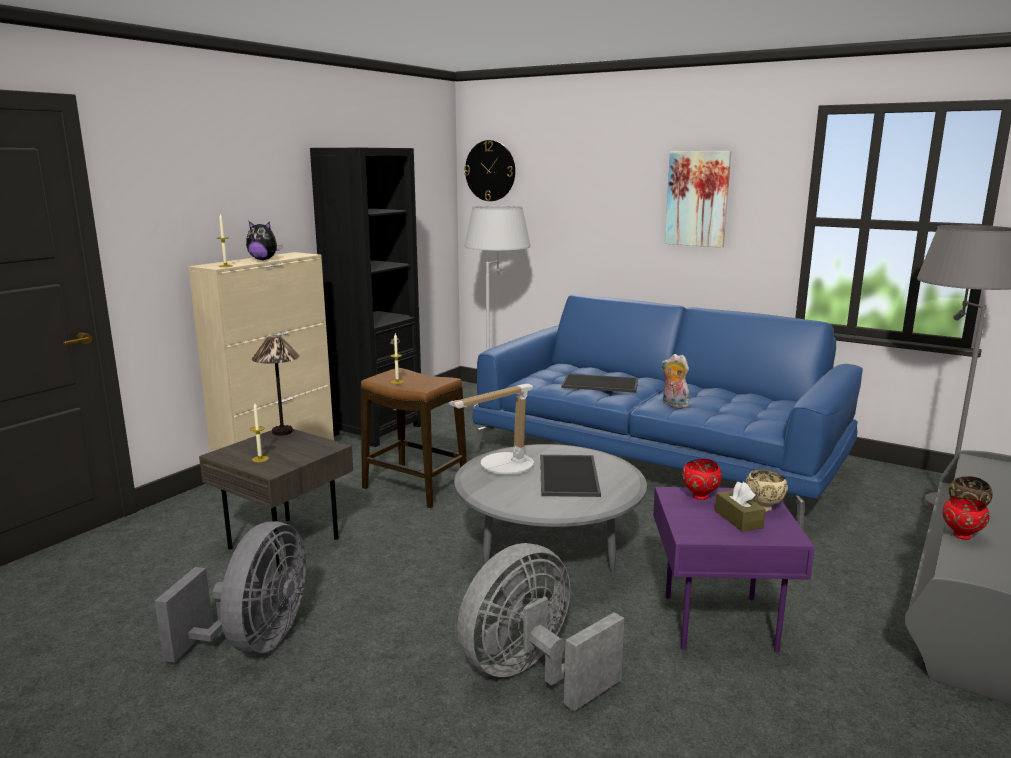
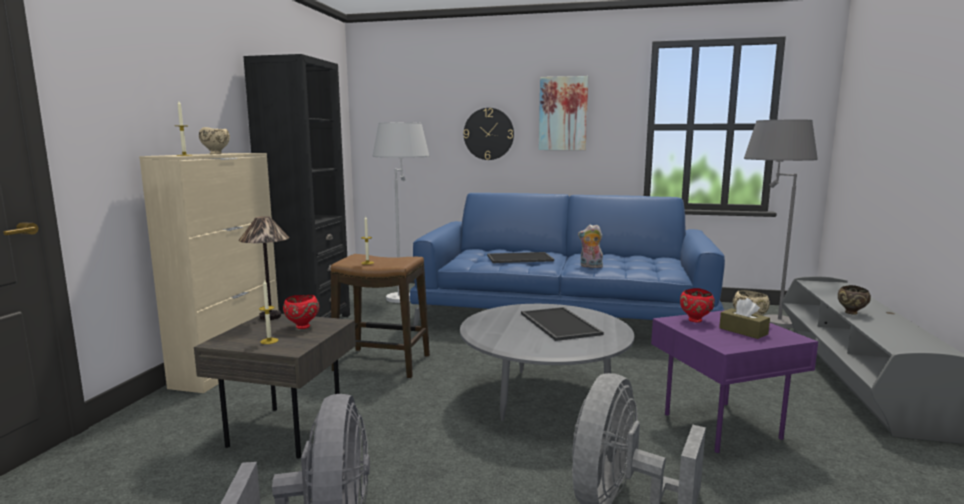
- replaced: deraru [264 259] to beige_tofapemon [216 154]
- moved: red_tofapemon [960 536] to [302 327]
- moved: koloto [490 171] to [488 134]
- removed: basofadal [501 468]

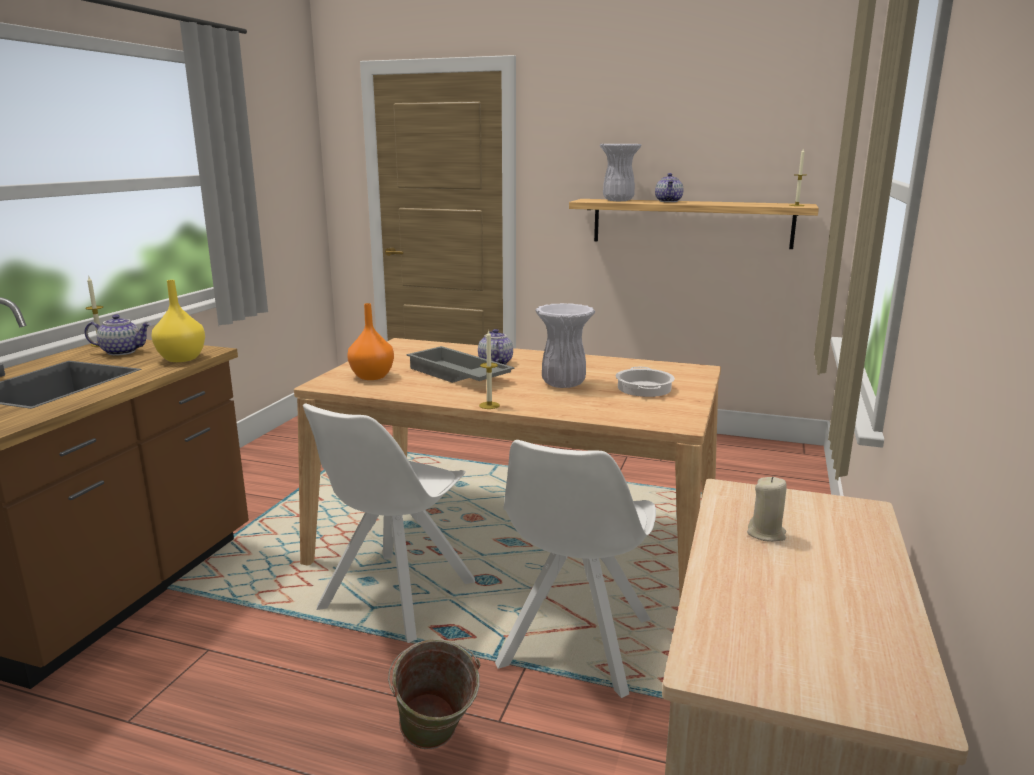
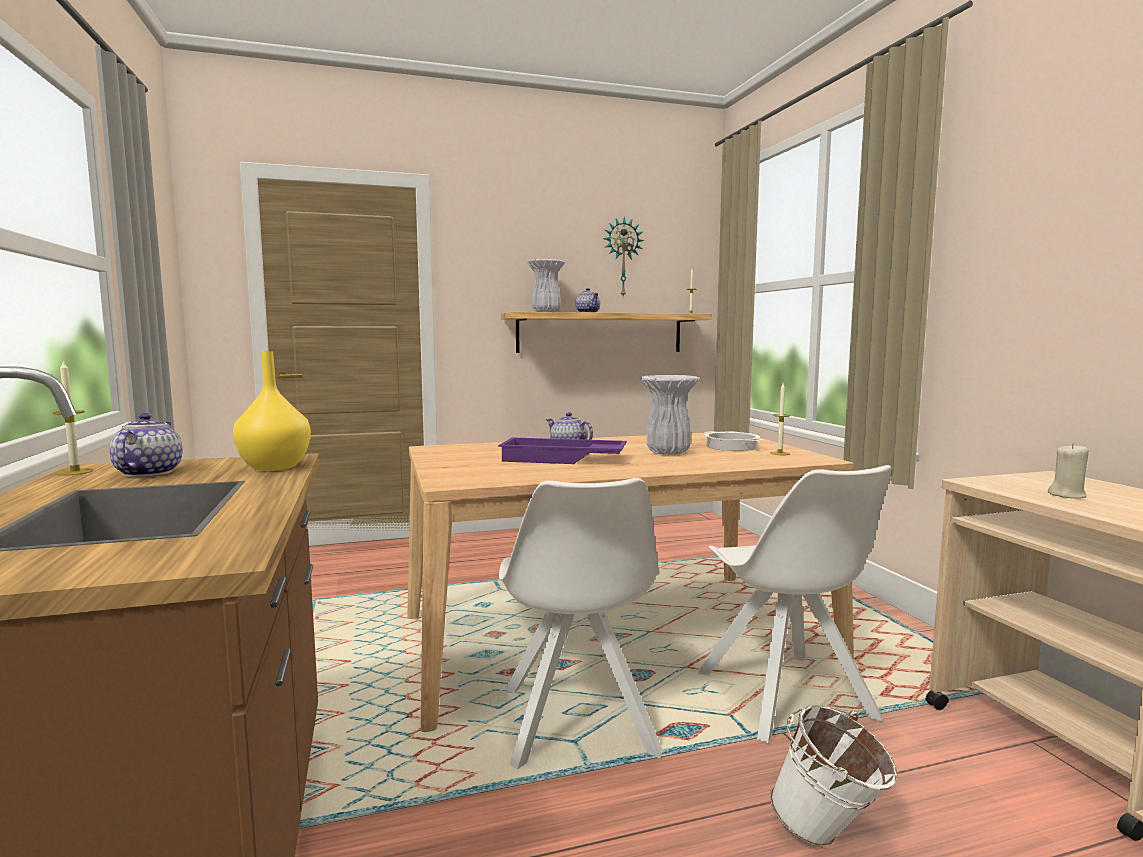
- turned: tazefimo [122 351] = [147 473] 60 degrees counterclockwise
- recoloured: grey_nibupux [457 375] to purple_nibupux [562 459]
- added: koloto [622 258]
- moved: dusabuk [489 405] to [779 453]
- recoloured: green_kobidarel [435 745] to white_kobidarel [829 836]
- removed: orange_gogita [373 376]

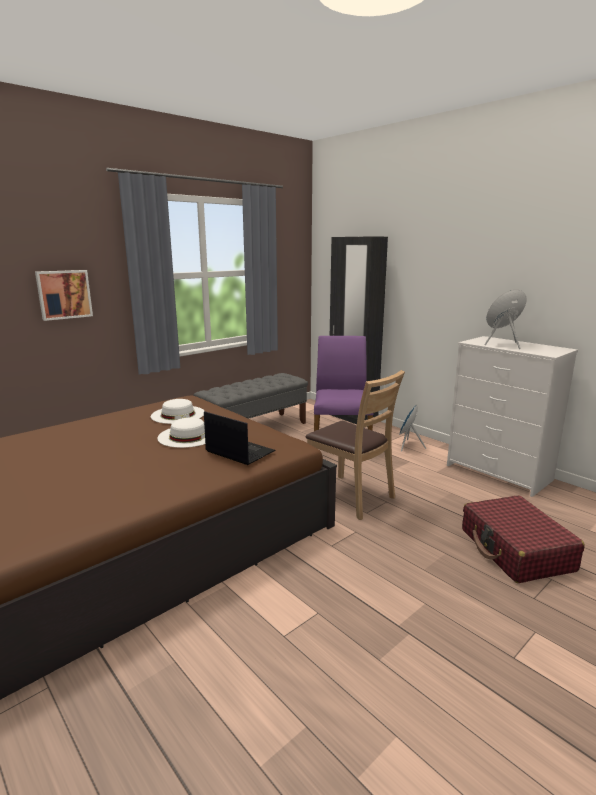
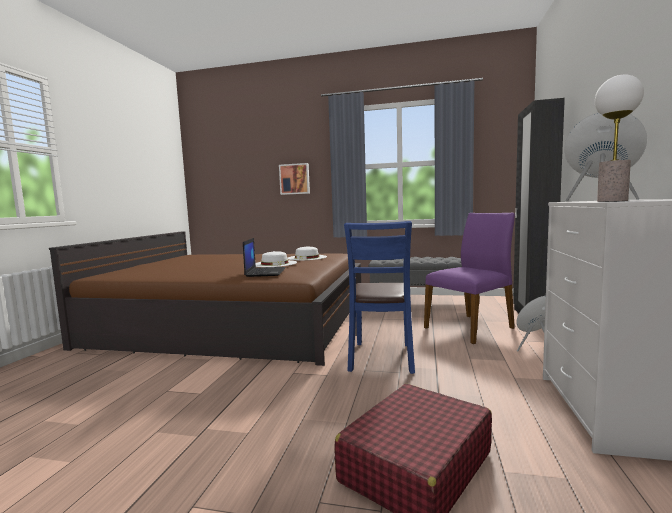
- recoloured: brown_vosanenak [351 496] to blue_vosanenak [381 357]
- added: basofadal [612 201]

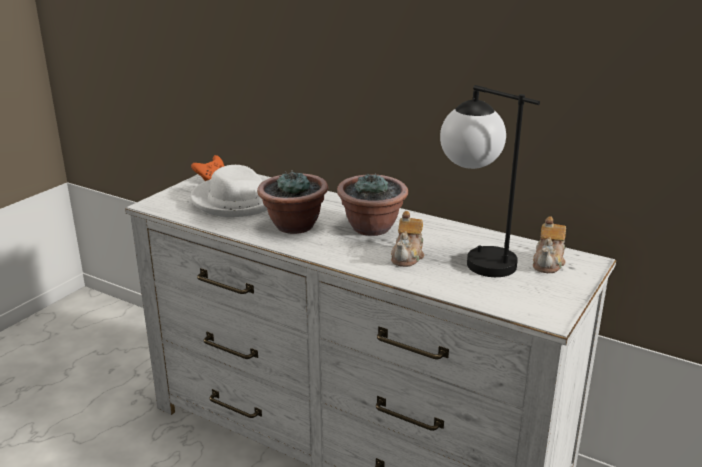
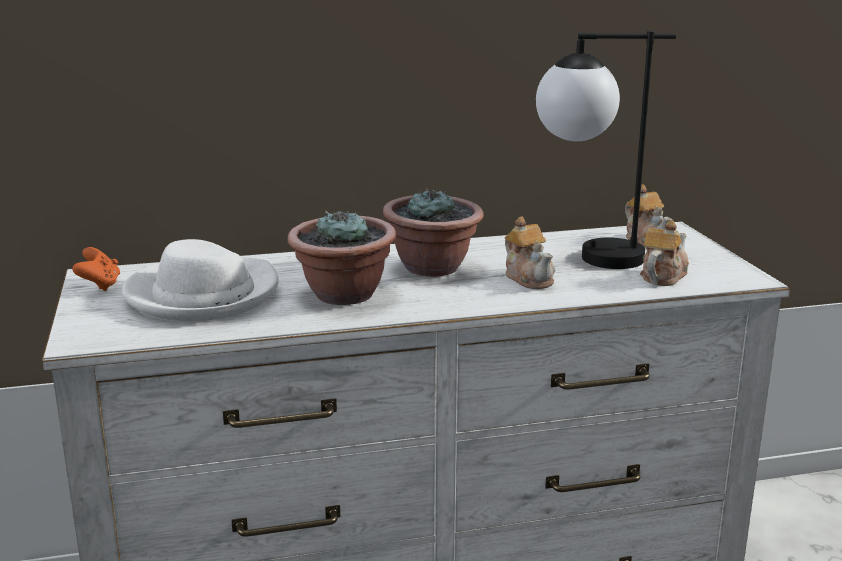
- added: tazefimo [662 276]

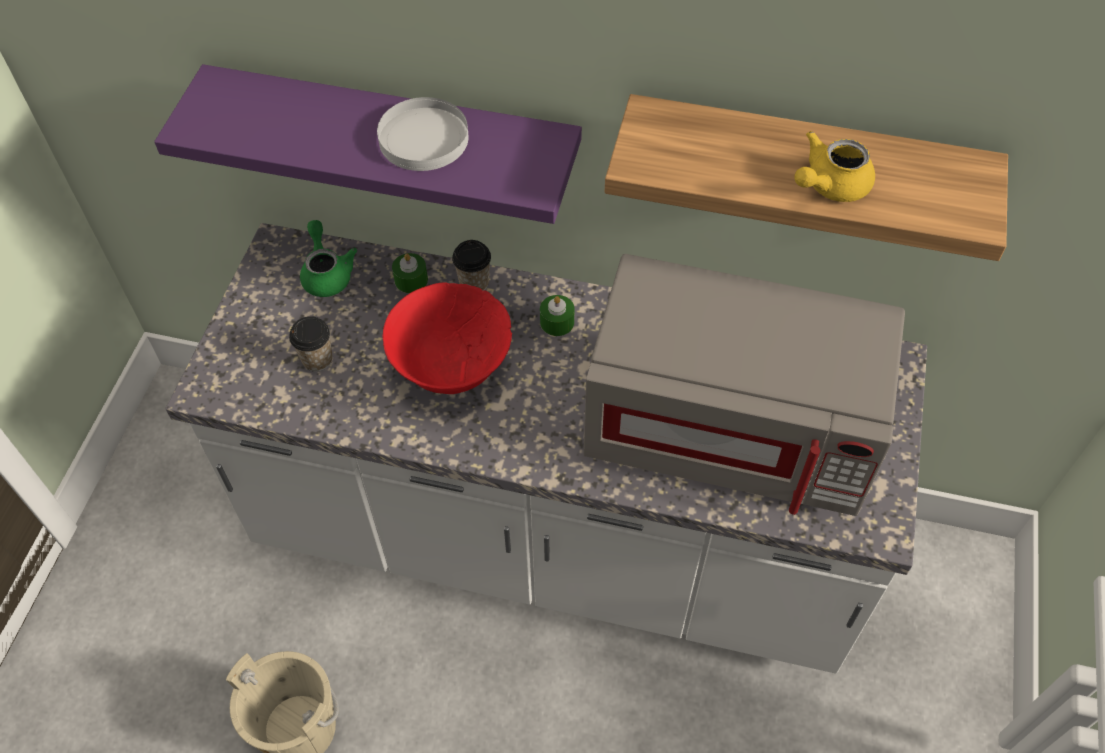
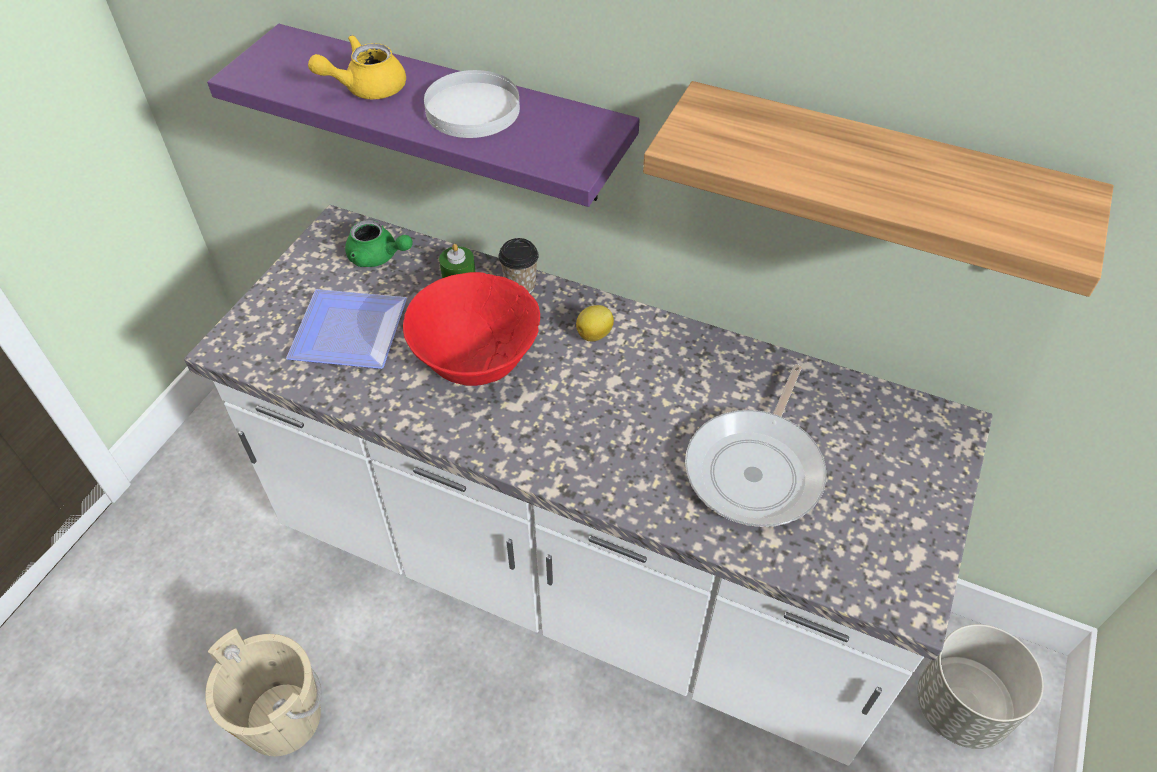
- replaced: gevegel [317 359] to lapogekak [345 334]
- moved: yellow_tazefimo [829 186] to [366 88]
- turned: green_tazefimo [327 273] = [378 257] 120 degrees clockwise
- replaced: green_dusabuk [557 322] to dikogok [595 334]
- replaced: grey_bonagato [730 429] to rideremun [757 468]
- added: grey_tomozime [961 707]

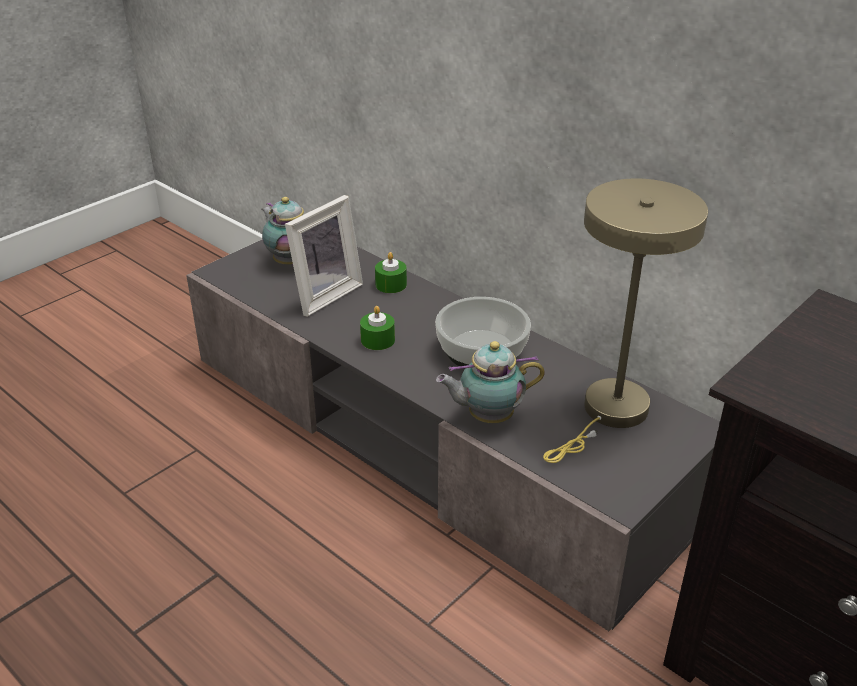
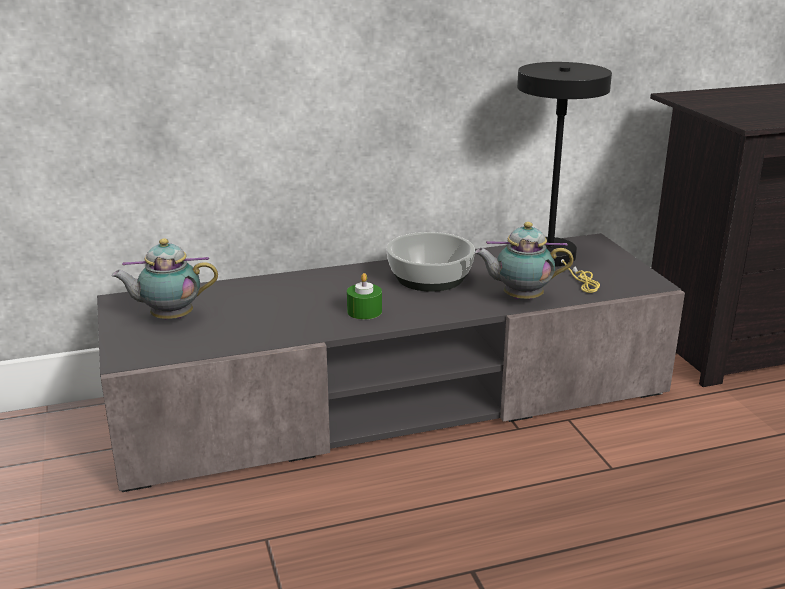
- turned: tazefimo [487 417] = [519 298] 75 degrees clockwise
- recoloured: beige_basofadal [609 414] to black_basofadal [555 260]
- removed: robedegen [323 294]
- removed: green_dusabuk [391 285]

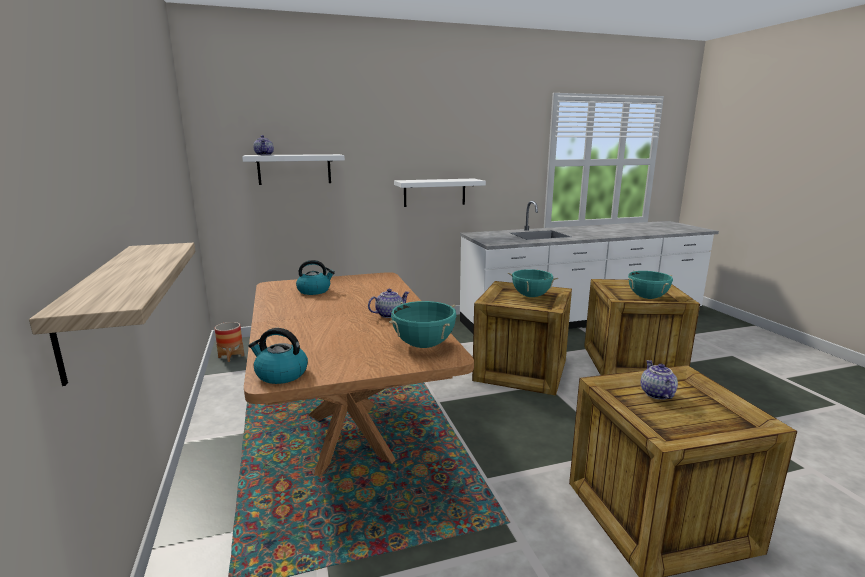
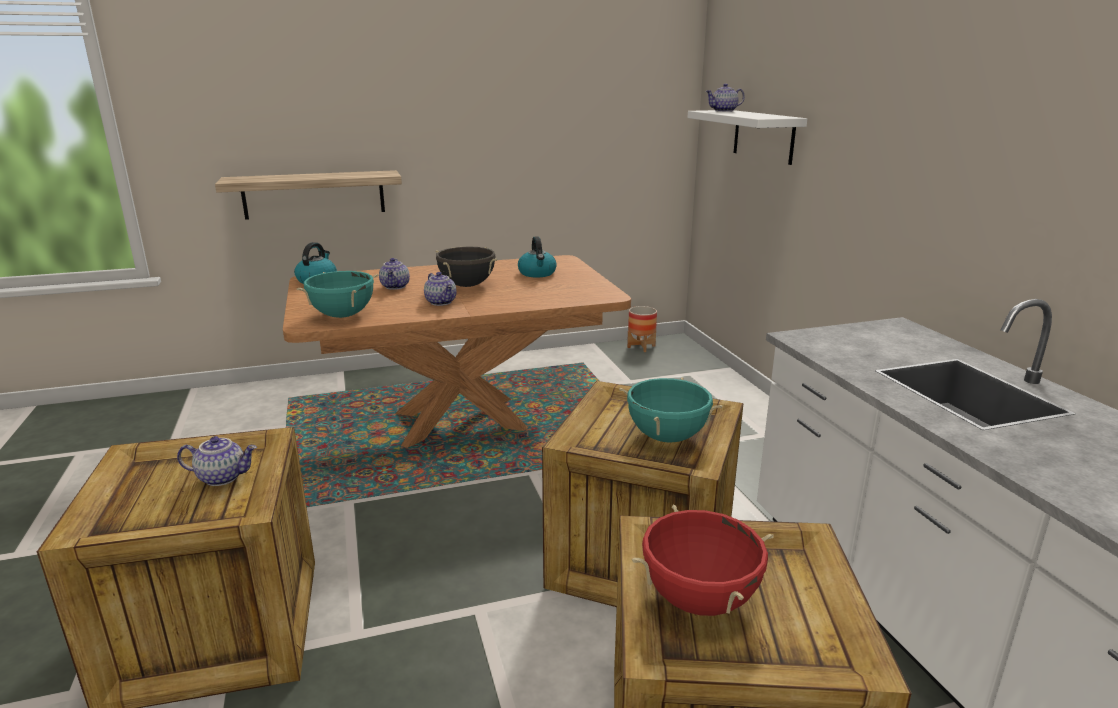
- added: tazefimo [396 287]
- added: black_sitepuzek [467 285]
- recoloured: turquoise_sitepuzek [647 297] to red_sitepuzek [699 599]
- removed: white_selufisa [434 192]

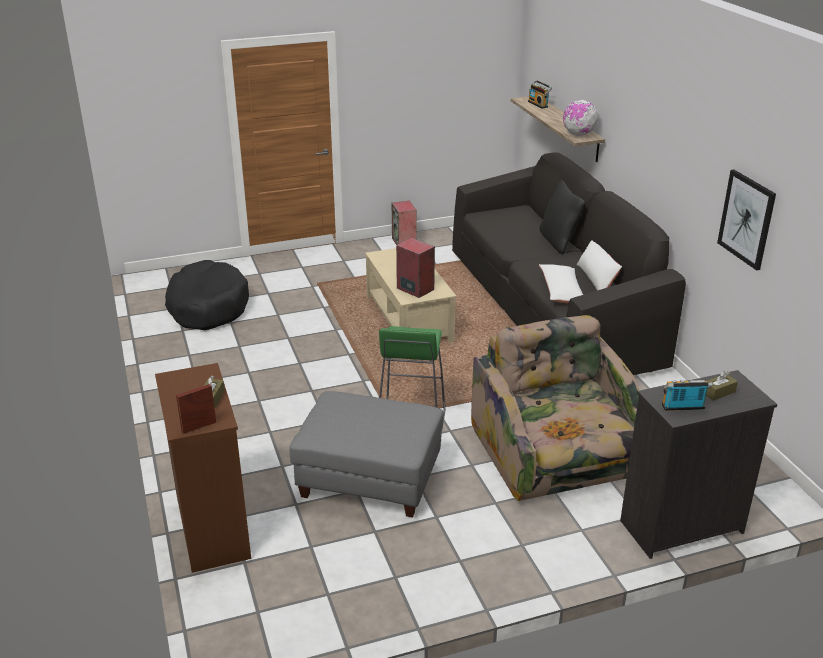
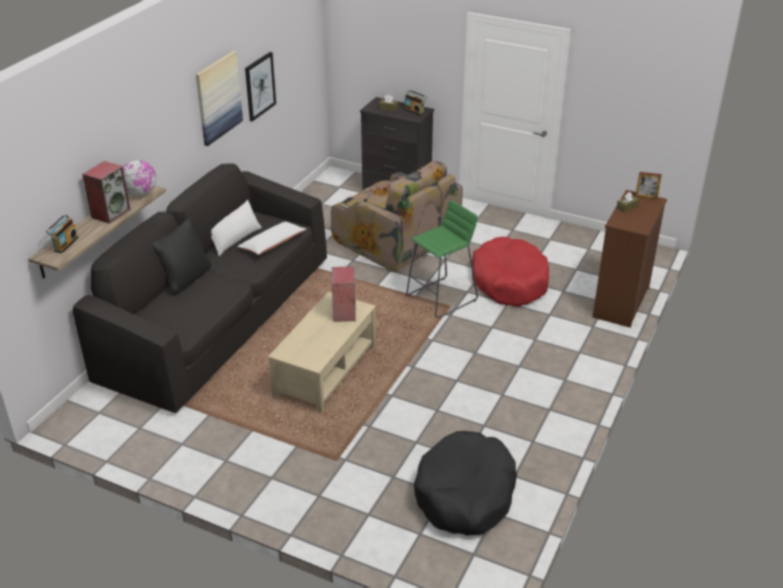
- moved: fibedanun [404 242] to [111 213]
- added: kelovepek [218 98]
- turned: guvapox [559 455] = [394 240] 75 degrees counterclockwise
- replaced: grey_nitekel [369 480] to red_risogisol [509 281]

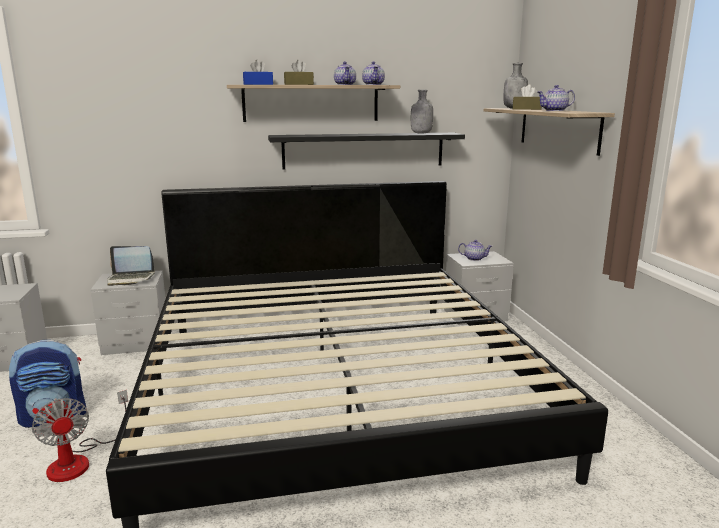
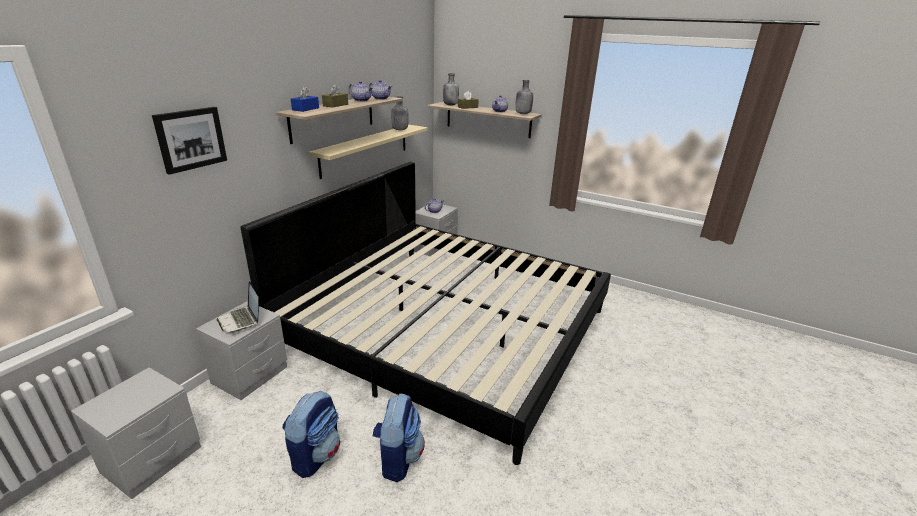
- added: kelovepek [190 139]
- turned: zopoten [130 279] = [241 320] 105 degrees clockwise
- recoloured: black_selufisa [364 150] to beige_selufisa [366 149]
- replaced: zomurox [79 460] to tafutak [398 458]
- added: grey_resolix [522 114]

